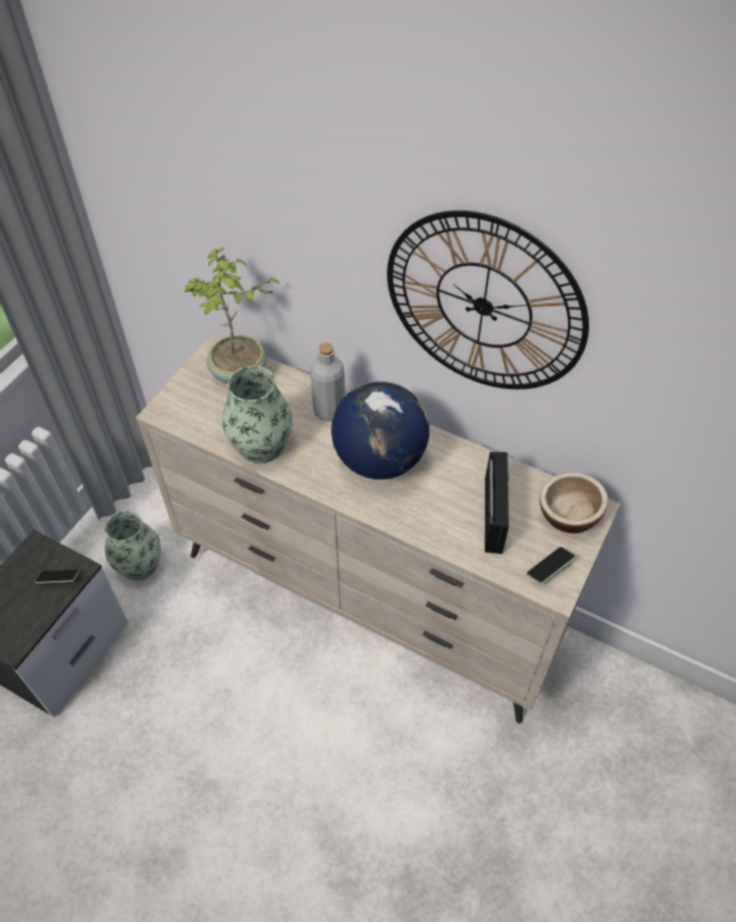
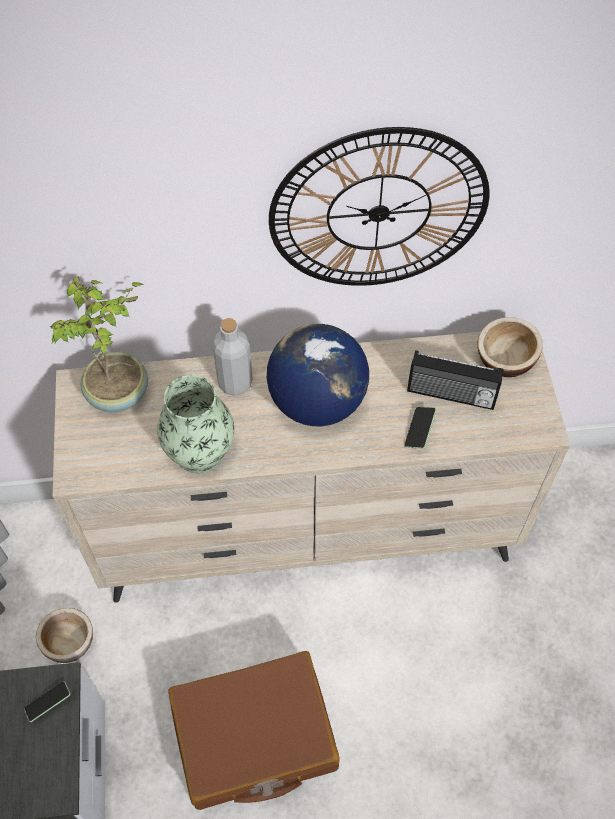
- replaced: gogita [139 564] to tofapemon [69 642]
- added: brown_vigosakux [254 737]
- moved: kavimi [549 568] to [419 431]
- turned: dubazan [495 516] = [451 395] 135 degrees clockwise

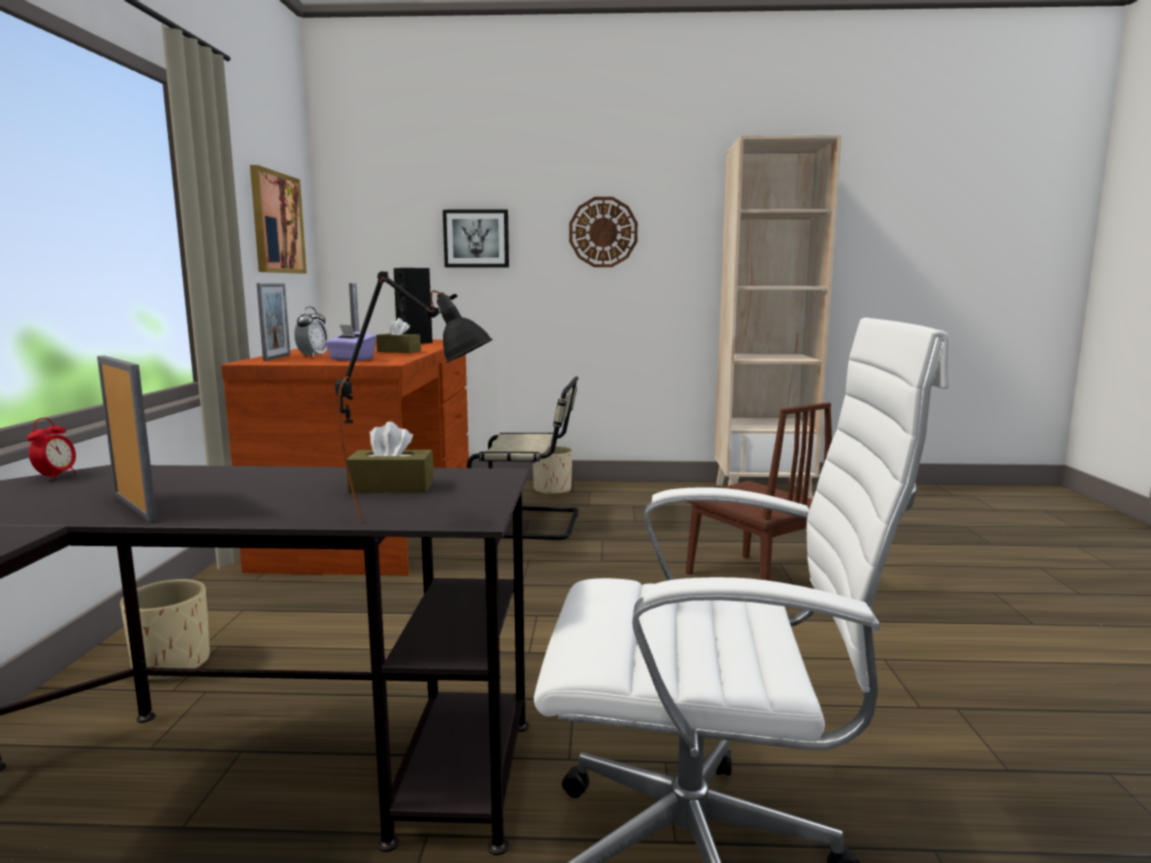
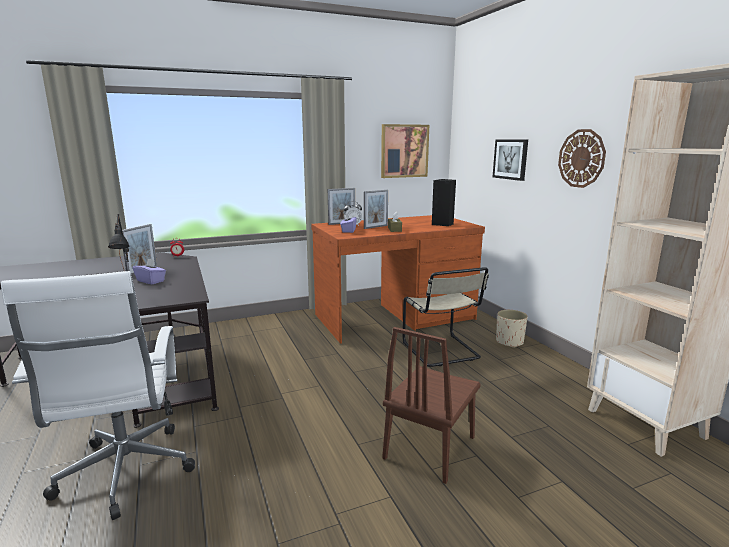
- added: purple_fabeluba [151 281]
- removed: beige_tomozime [172 665]
- removed: brown_fabeluba [391 487]

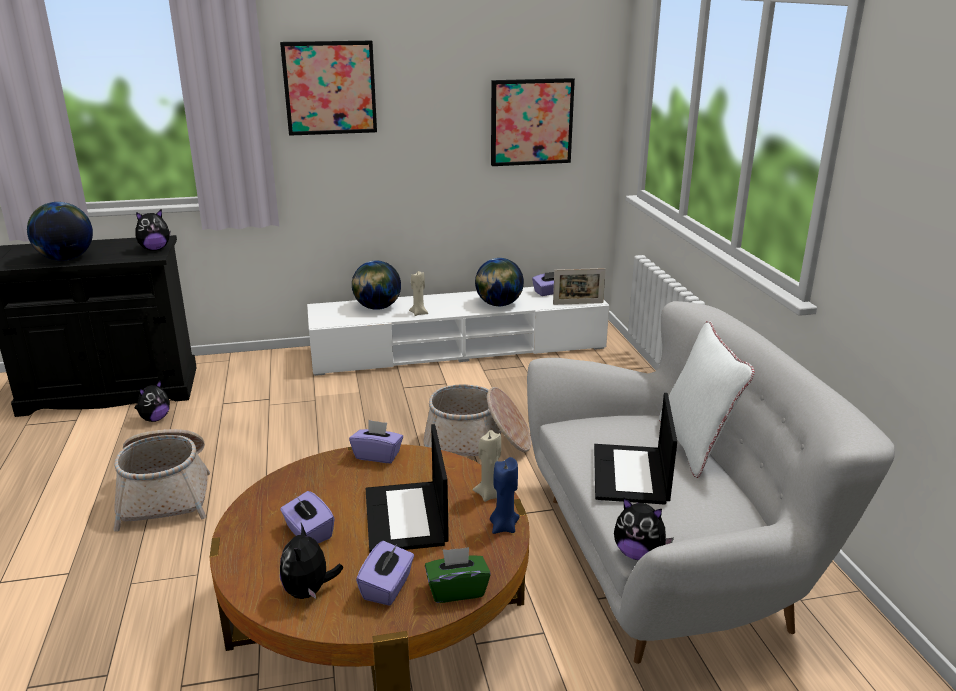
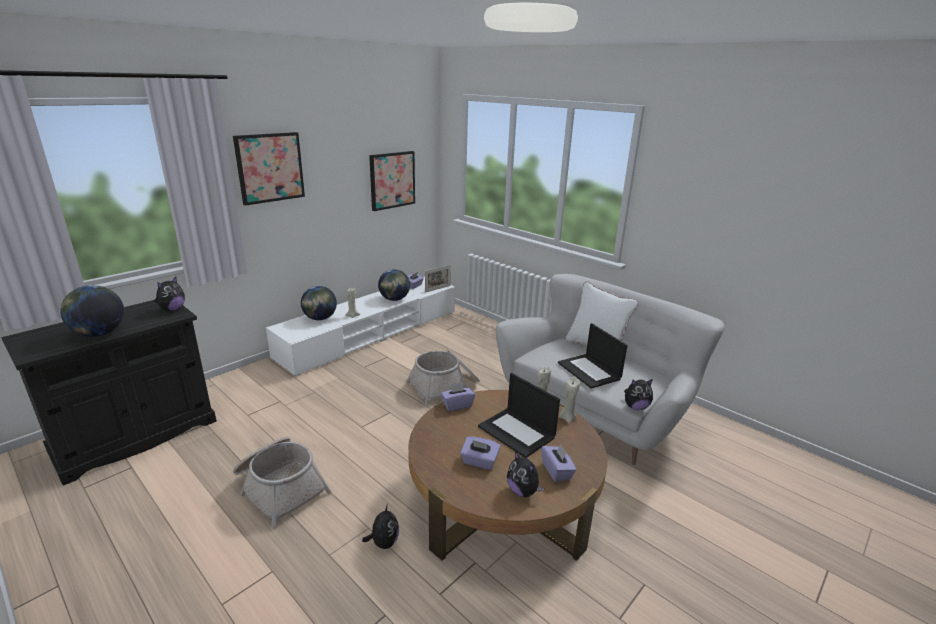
- moved: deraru [155 419] to [383 542]
- recoloured: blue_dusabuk [504 527] to beige_dusabuk [567 418]
- removed: green_fabeluba [457 590]

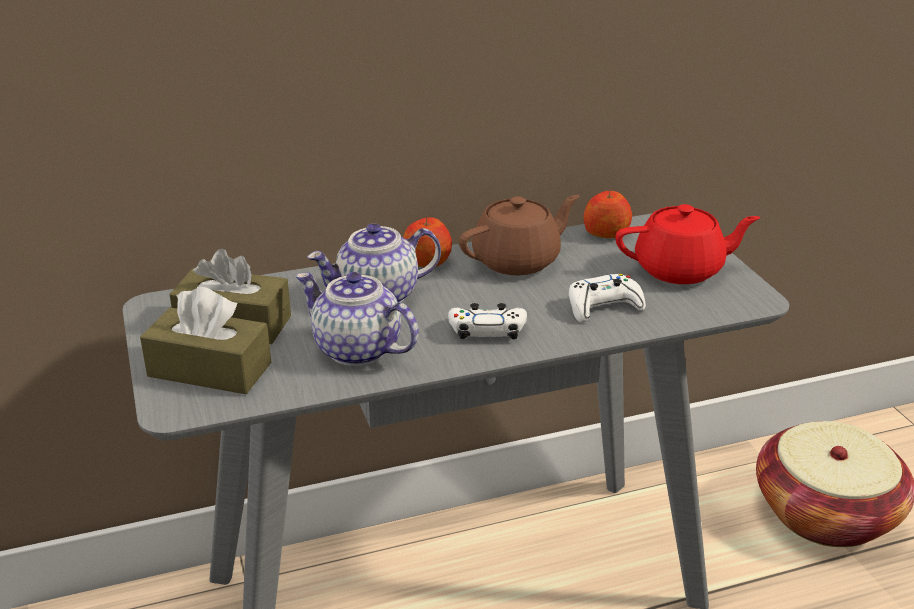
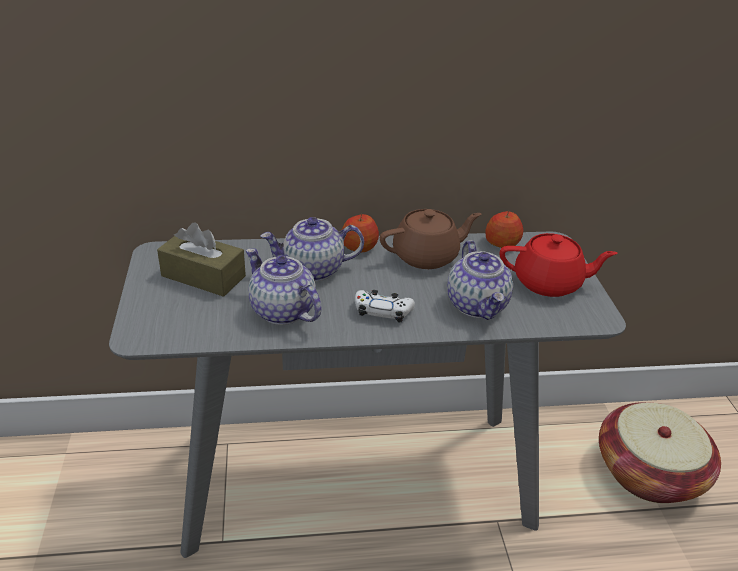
- replaced: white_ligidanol [603 307] to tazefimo [477 305]
- removed: brown_fabeluba [209 370]

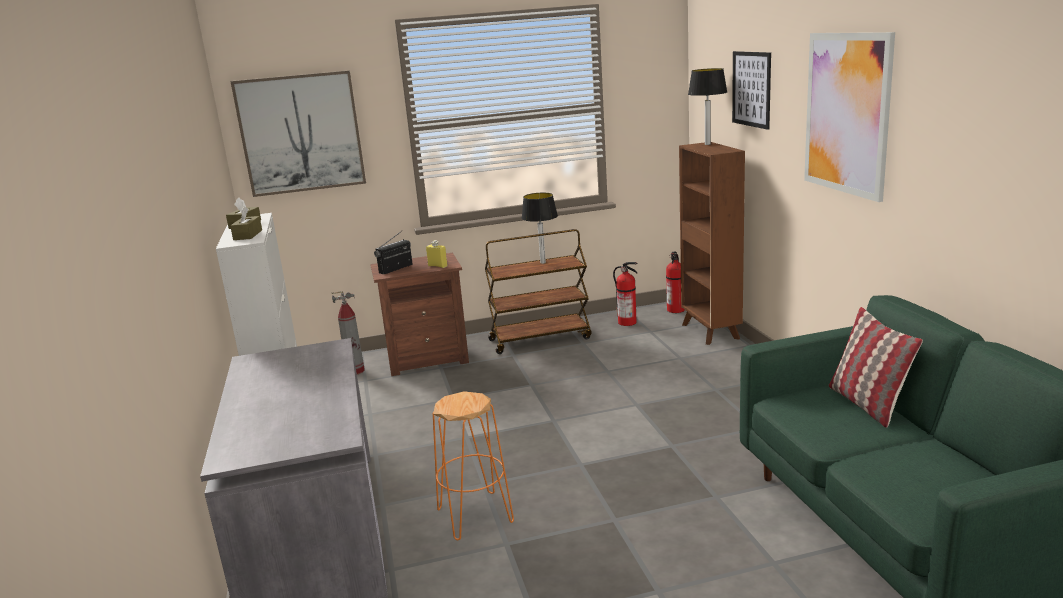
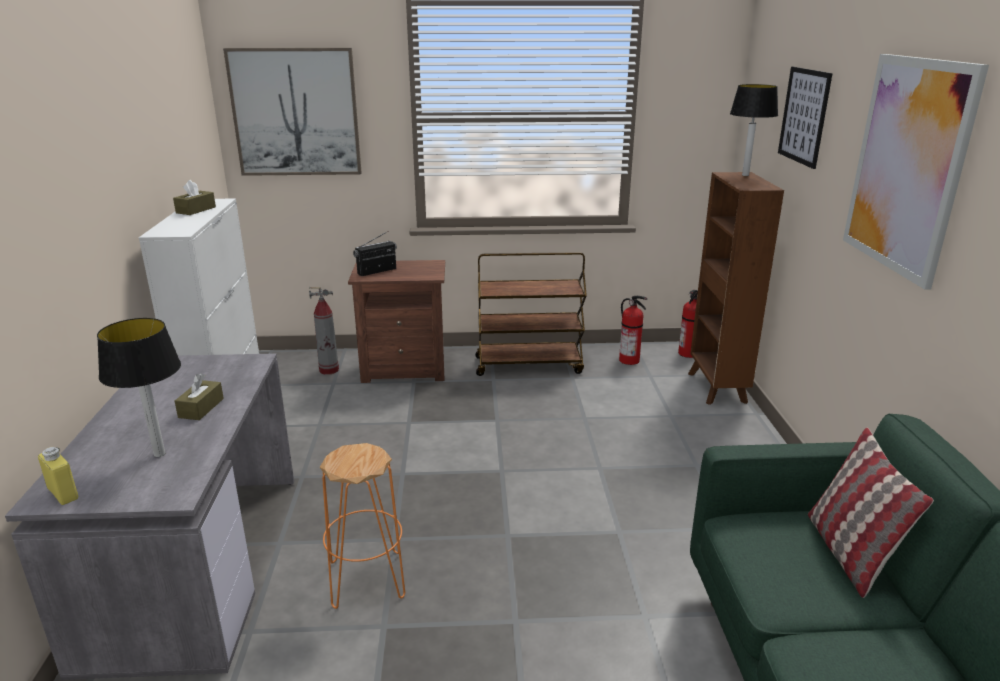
- moved: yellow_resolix [437 266] to [63 494]
- moved: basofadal [543 262] to [160 454]
- moved: brown_fabeluba [248 235] to [201 408]

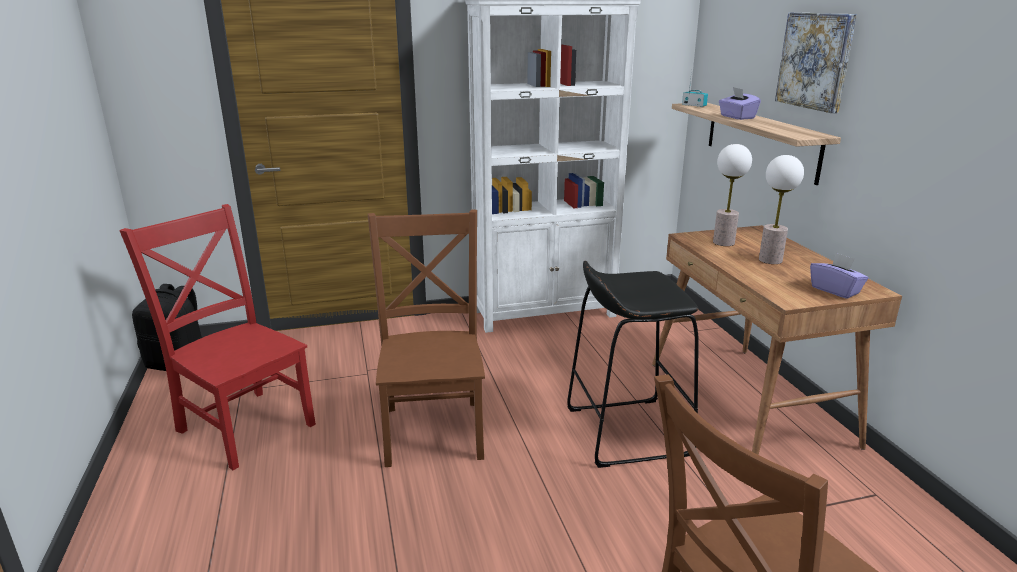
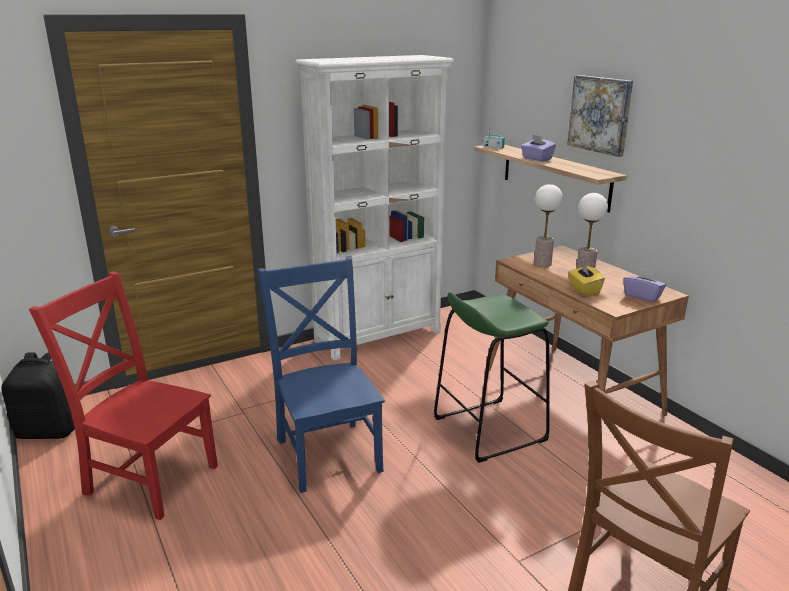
- recoloured: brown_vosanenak [434 428] to blue_vosanenak [328 452]
- recoloured: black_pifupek [627 431] to green_pifupek [489 429]
- added: yellow_fabeluba [584 290]

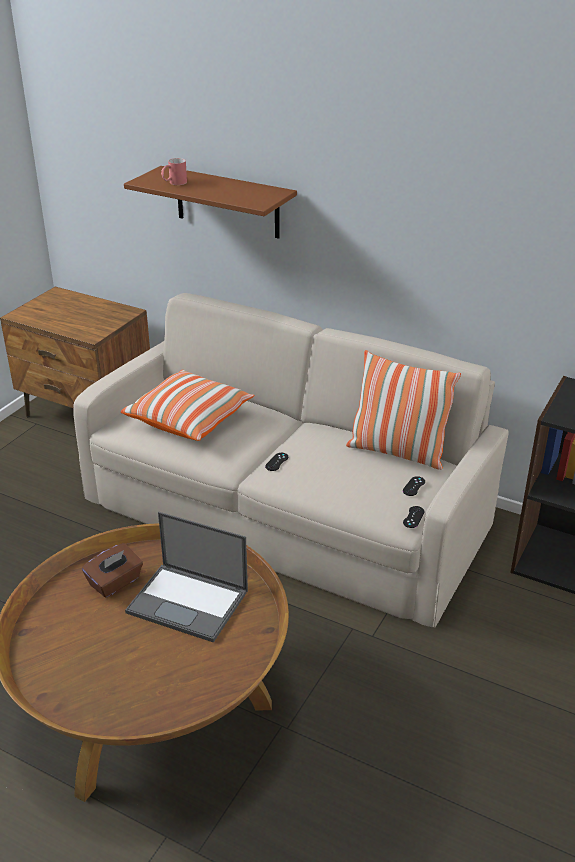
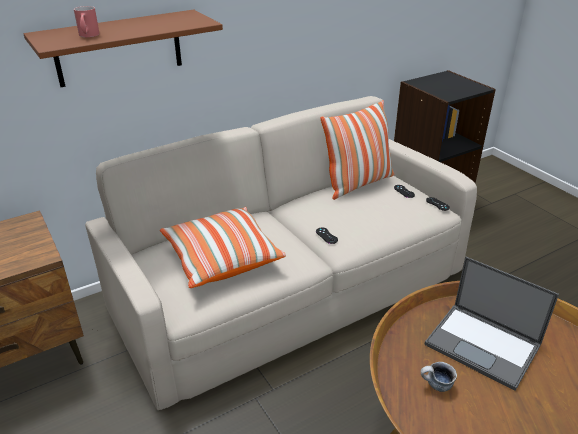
- replaced: brown_fabeluba [115 583] to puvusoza [435 386]
- turned: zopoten [189 602] = [484 345] 75 degrees clockwise

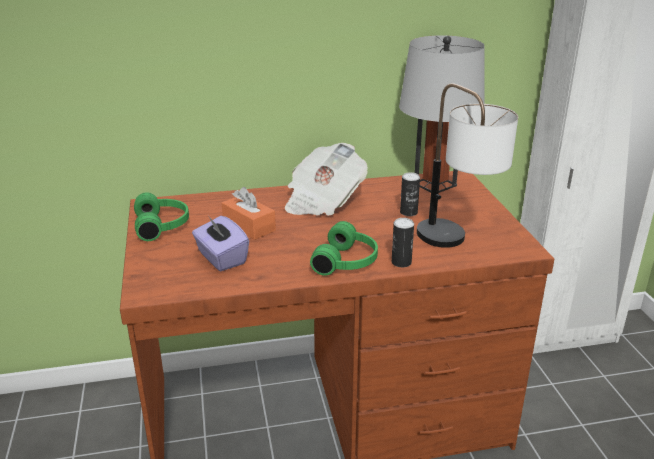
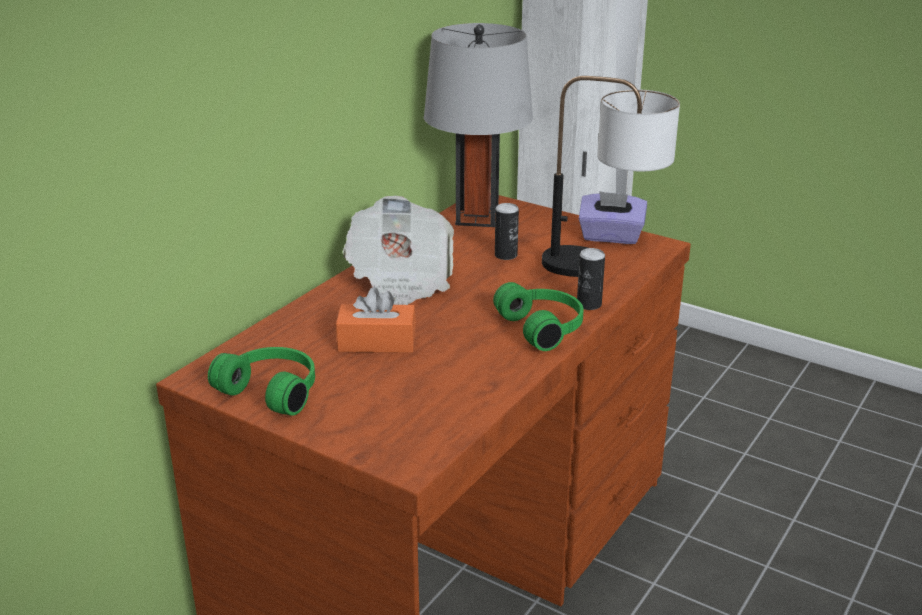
- moved: purple_fabeluba [221 258] to [610 237]

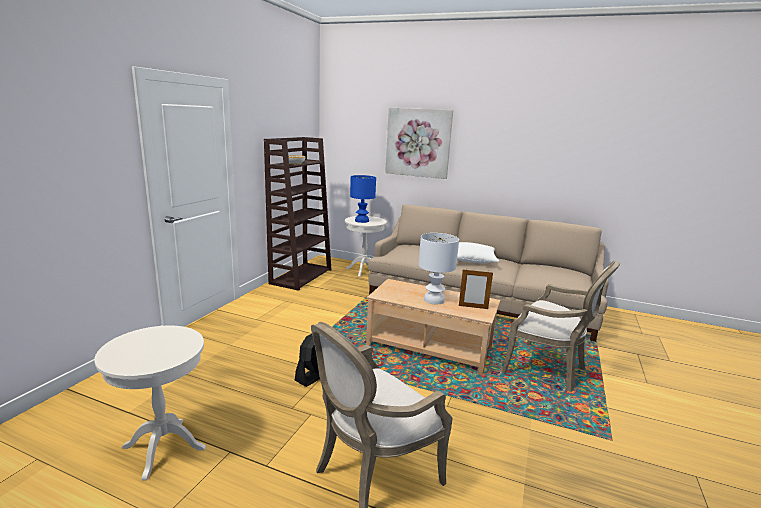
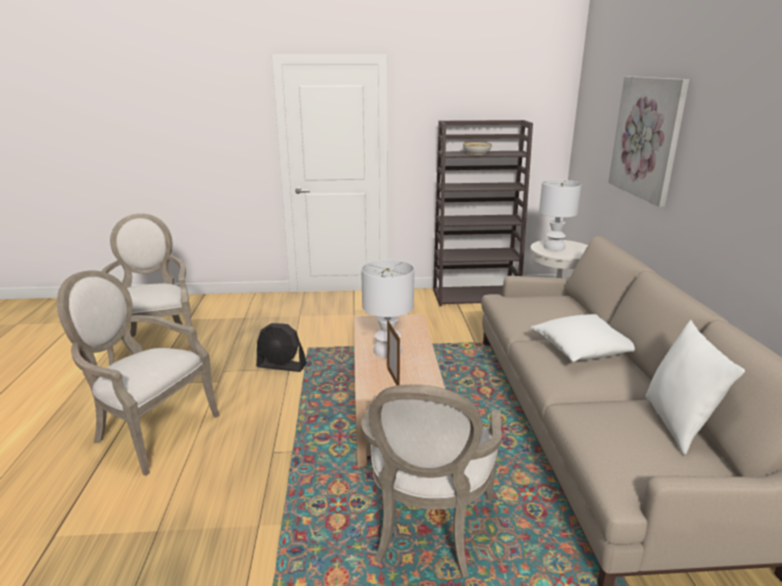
- replaced: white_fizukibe [164 447] to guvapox [156 344]
- recoloured: blue_basofadal [361 221] to white_basofadal [553 247]
- added: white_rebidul [678 424]

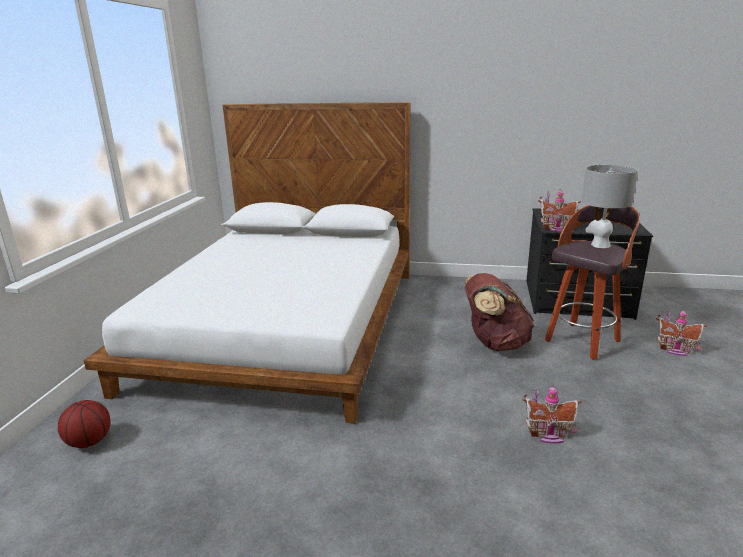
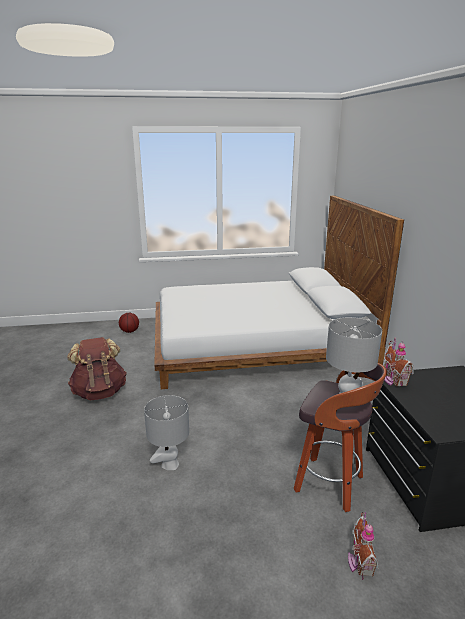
- moved: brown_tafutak [495 343] to [99 392]
- replaced: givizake [548 435] to grey_basofadal [170 464]

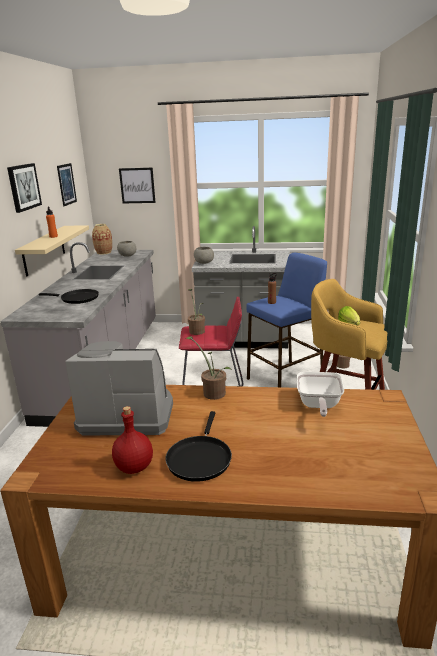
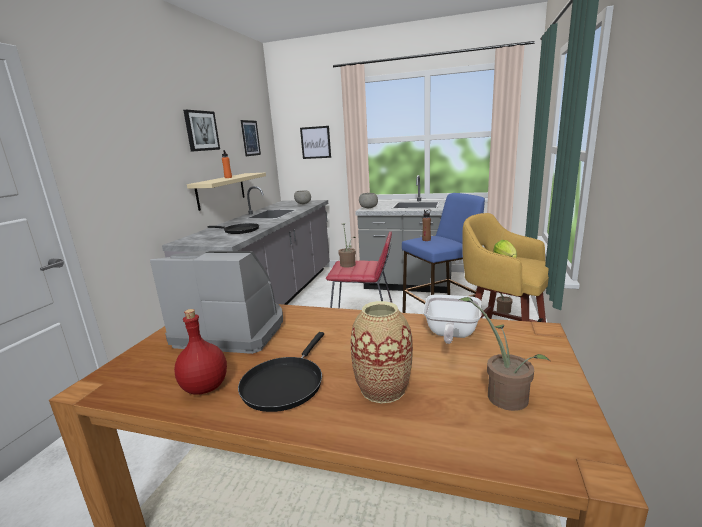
- moved: gogita [104 252] to [382 388]
- moved: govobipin [212 392] to [502 394]

